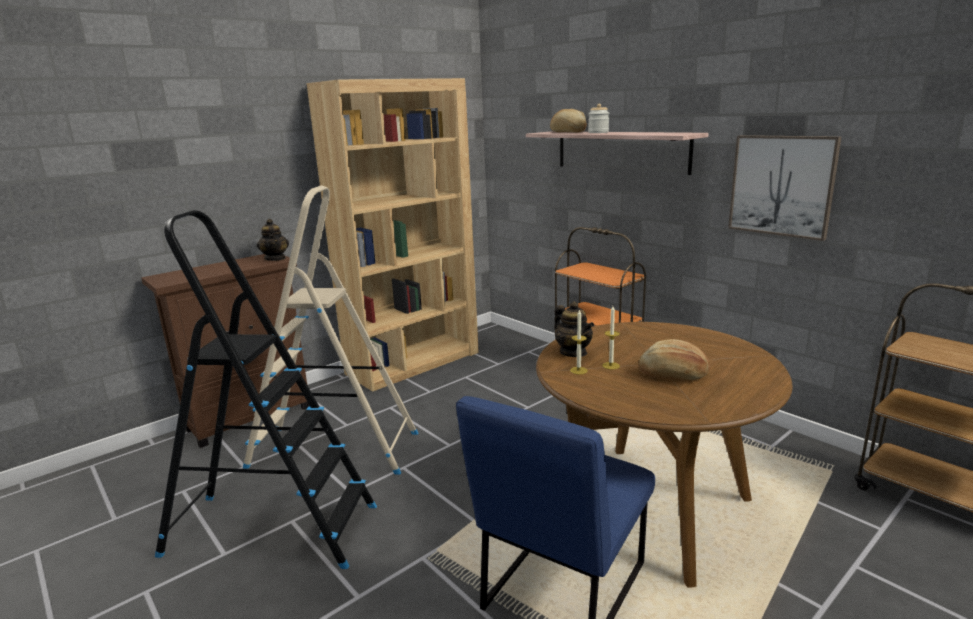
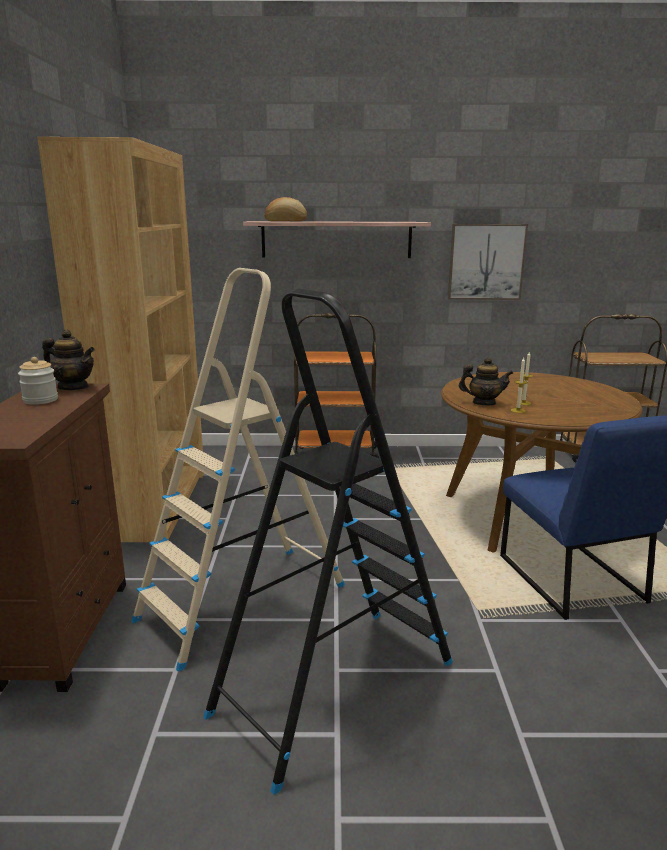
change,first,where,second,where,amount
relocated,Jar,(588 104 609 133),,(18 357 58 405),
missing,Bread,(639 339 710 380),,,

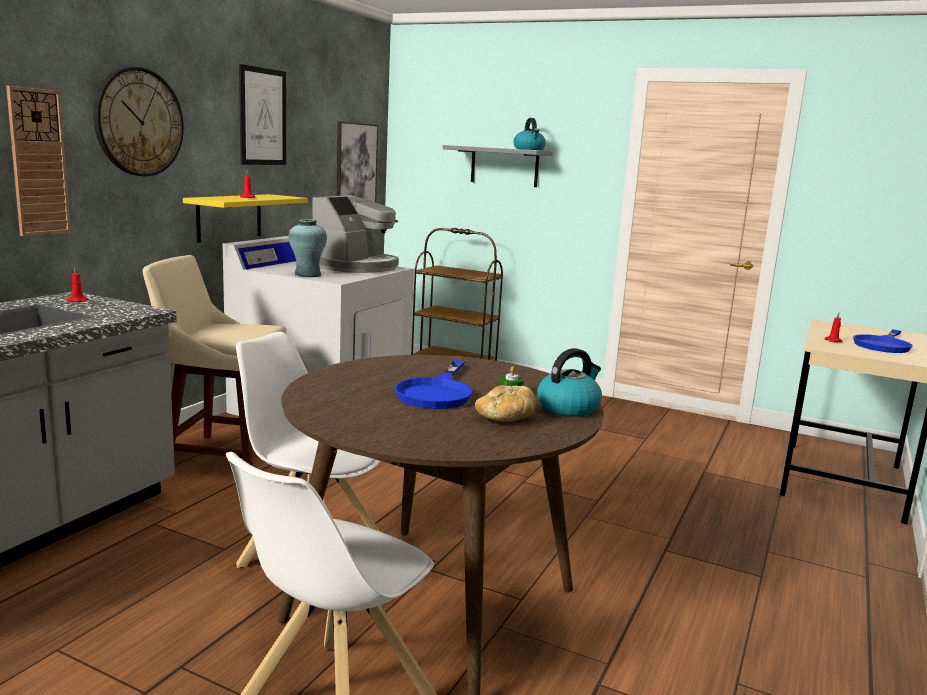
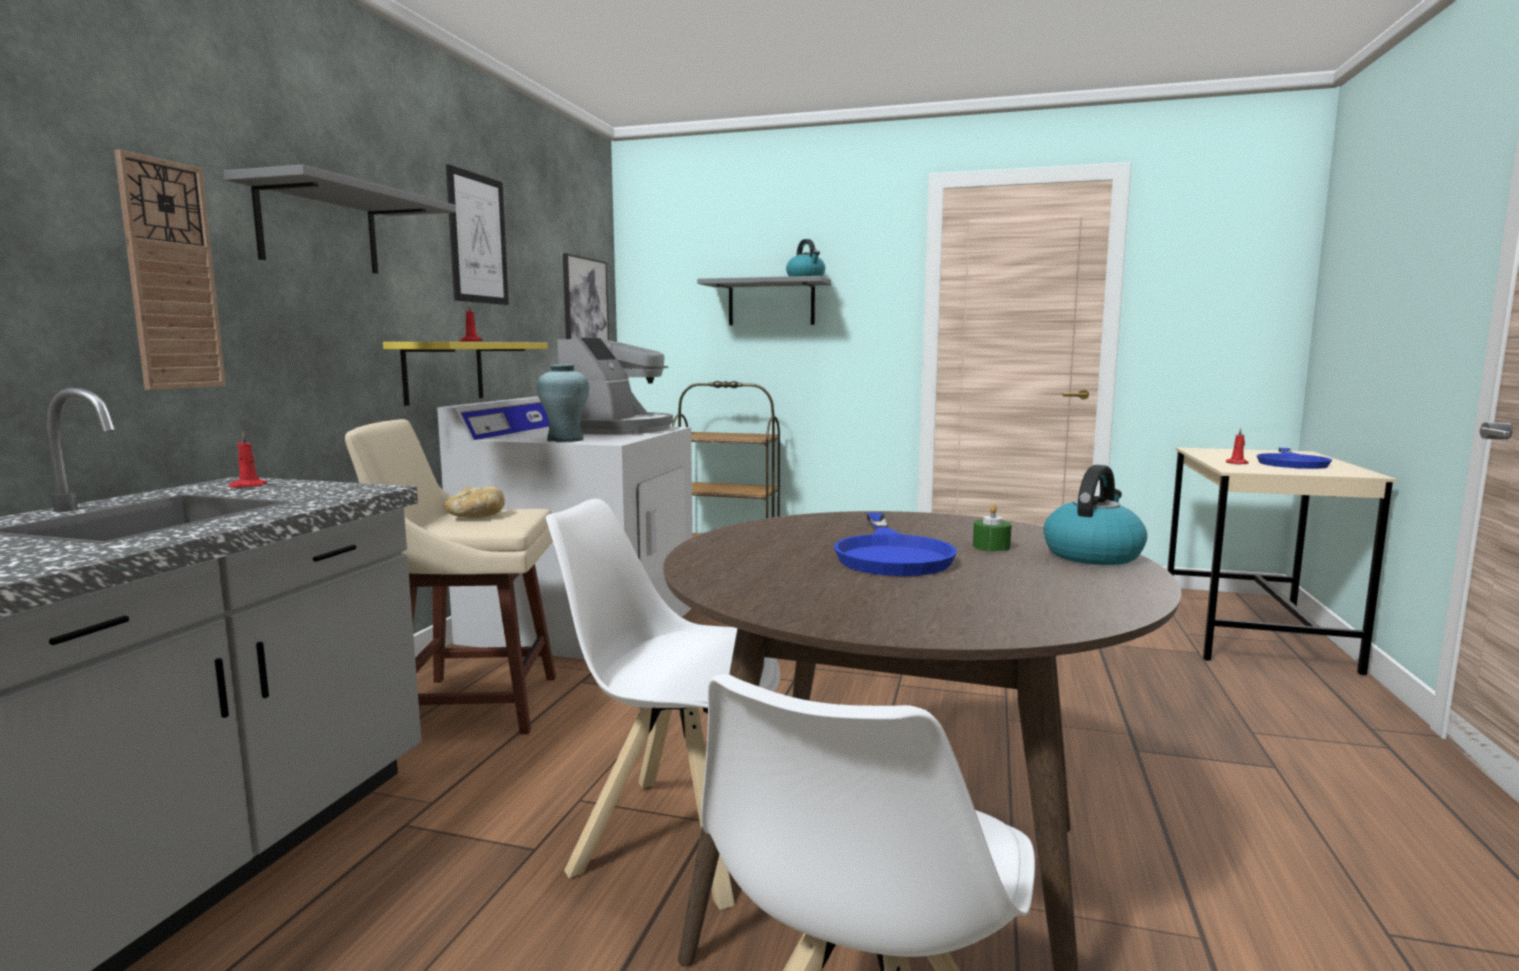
change,first,where,second,where,amount
exchanged,WallClock,(93 67 184 176),GreyShelf,(223 165 456 274),
relocated,Bread,(475 385 536 422),,(445 486 505 518),

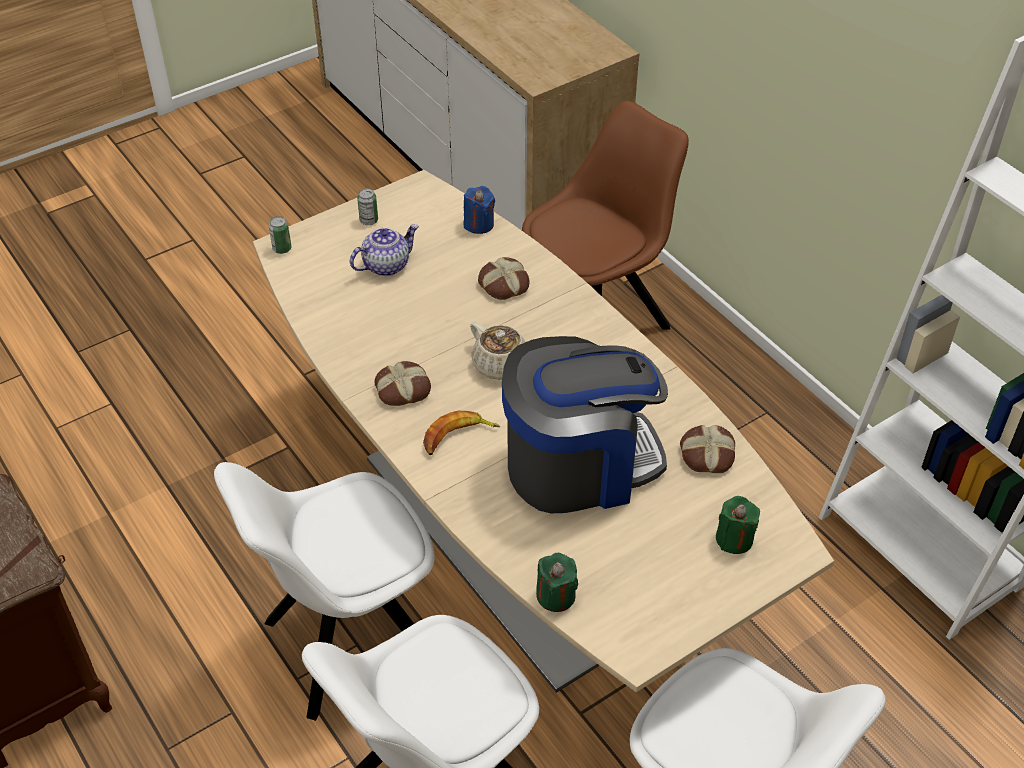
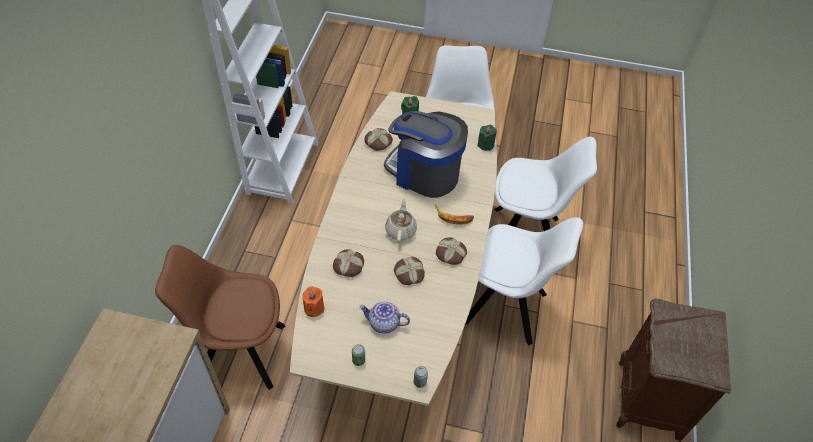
change,first,where,second,where,amount
colour,BlueCandle,(463 186 495 234),OrangeCandle,(302 287 324 317),
appeared,,,Bread,(394 257 425 285),

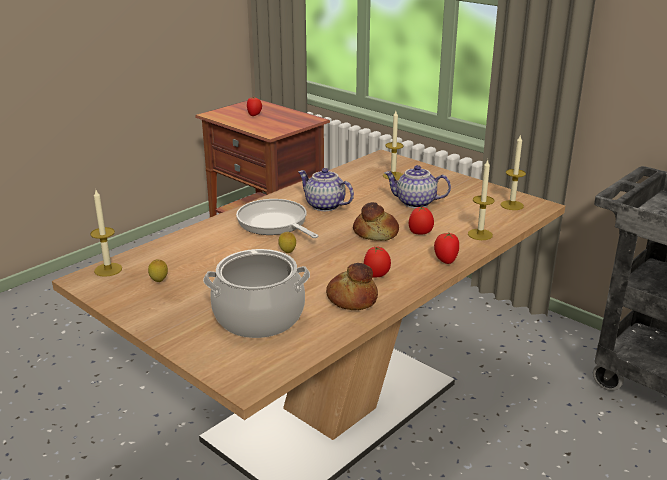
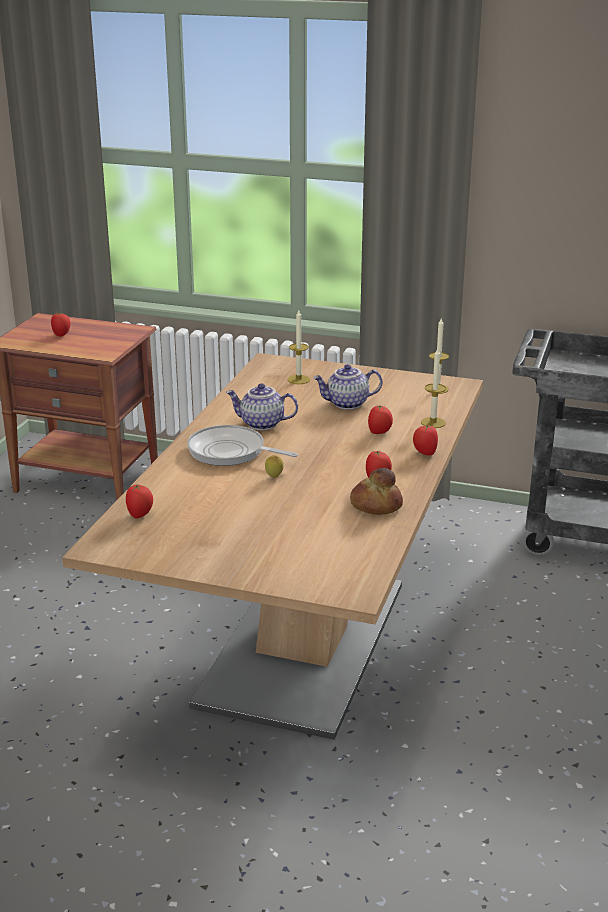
change,first,where,second,where,amount
missing,Candle,(90 190 122 277),,,
missing,Lemon,(148 259 168 282),,,
missing,CookingPot,(203 249 310 338),,,
missing,Bread,(353 202 399 241),,,
appeared,,,Tomato,(126 484 153 518),

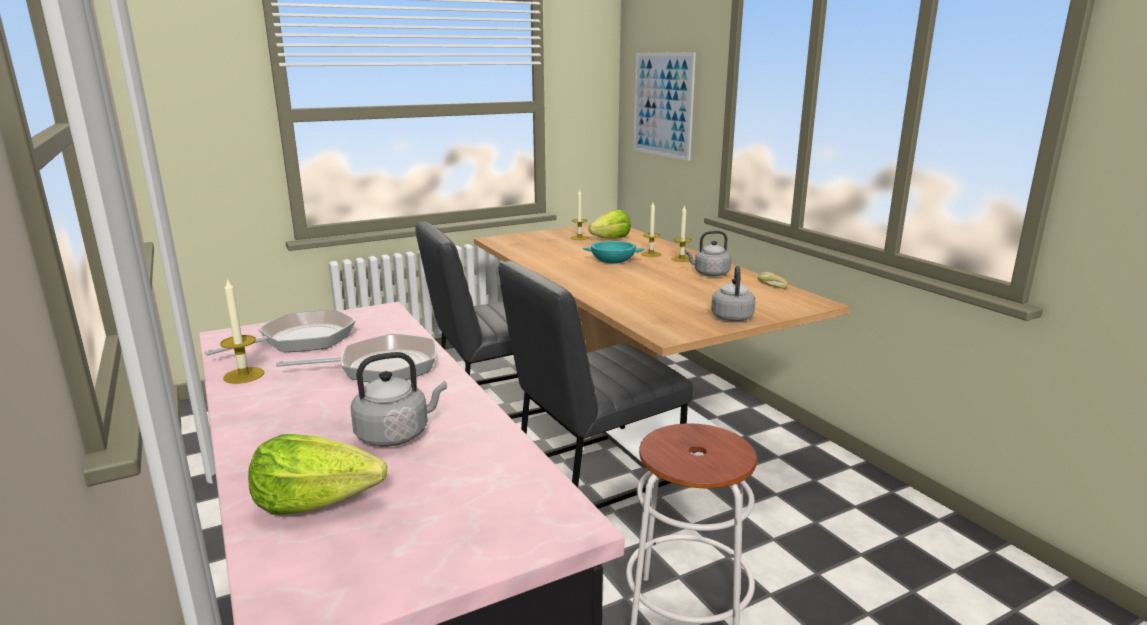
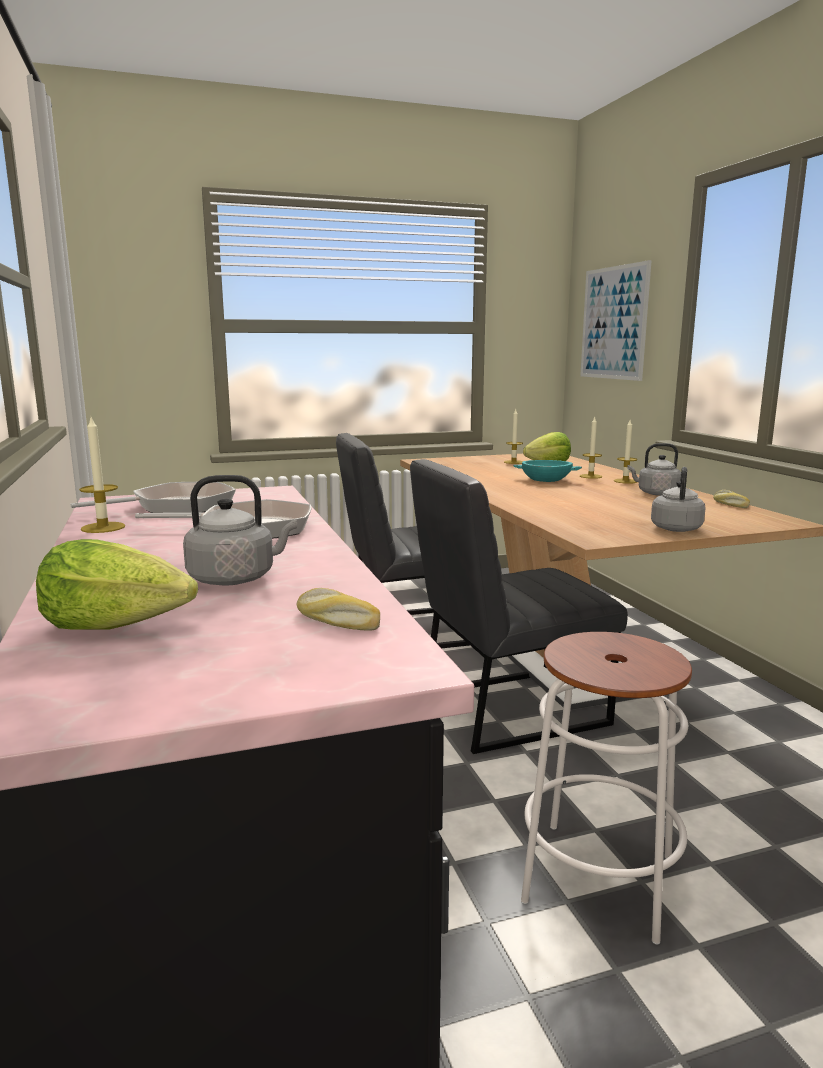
change,first,where,second,where,amount
appeared,,,Bread,(297 588 380 631),

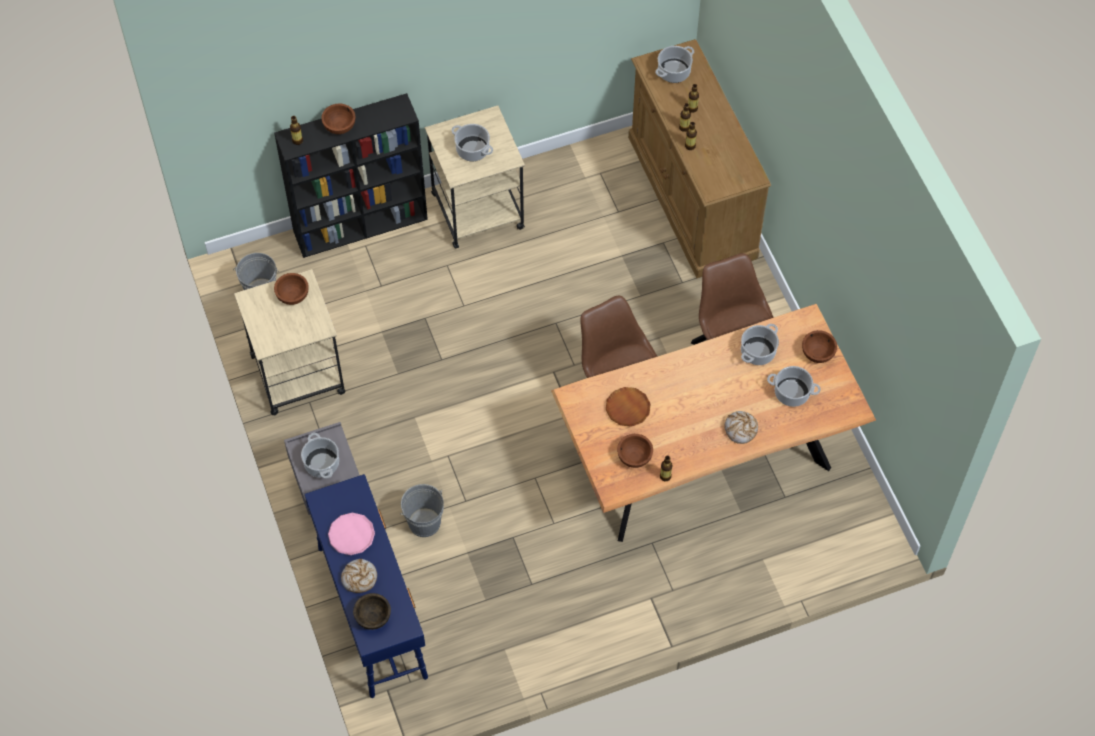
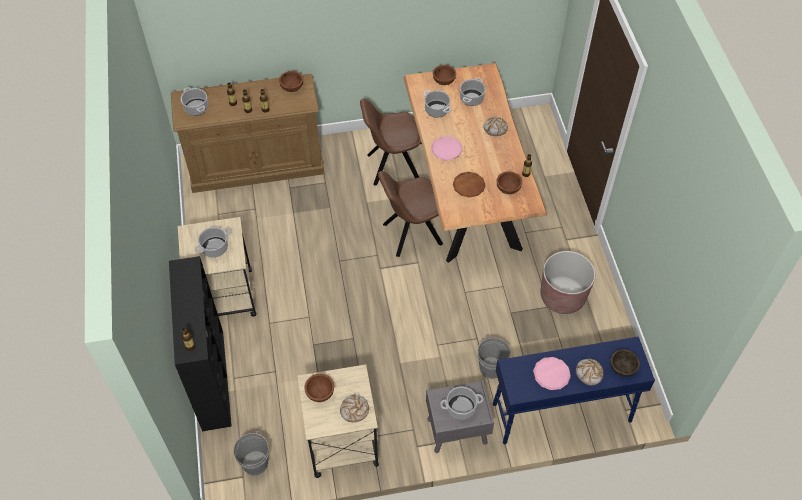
change,first,where,second,where,amount
relocated,BrownBowl,(321 104 356 134),,(279 71 303 92),
appeared,,,Bread,(340 394 369 422),
appeared,,,PinkPlate,(431 136 463 160),
appeared,,,BrownPlanter,(541 251 595 314),

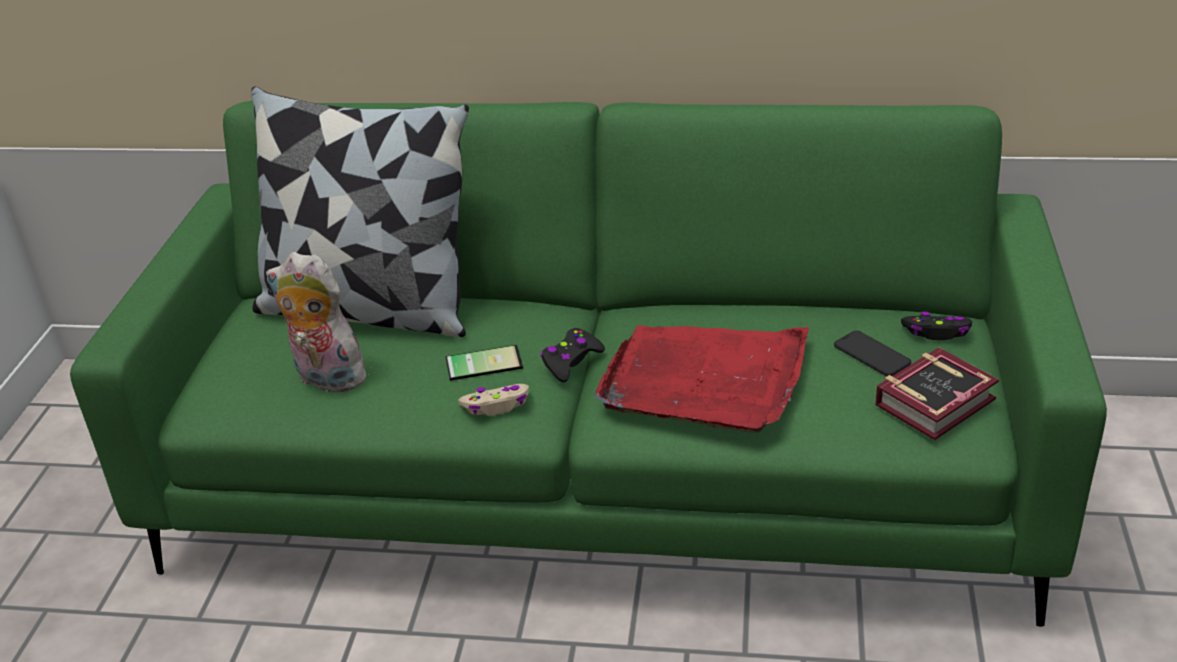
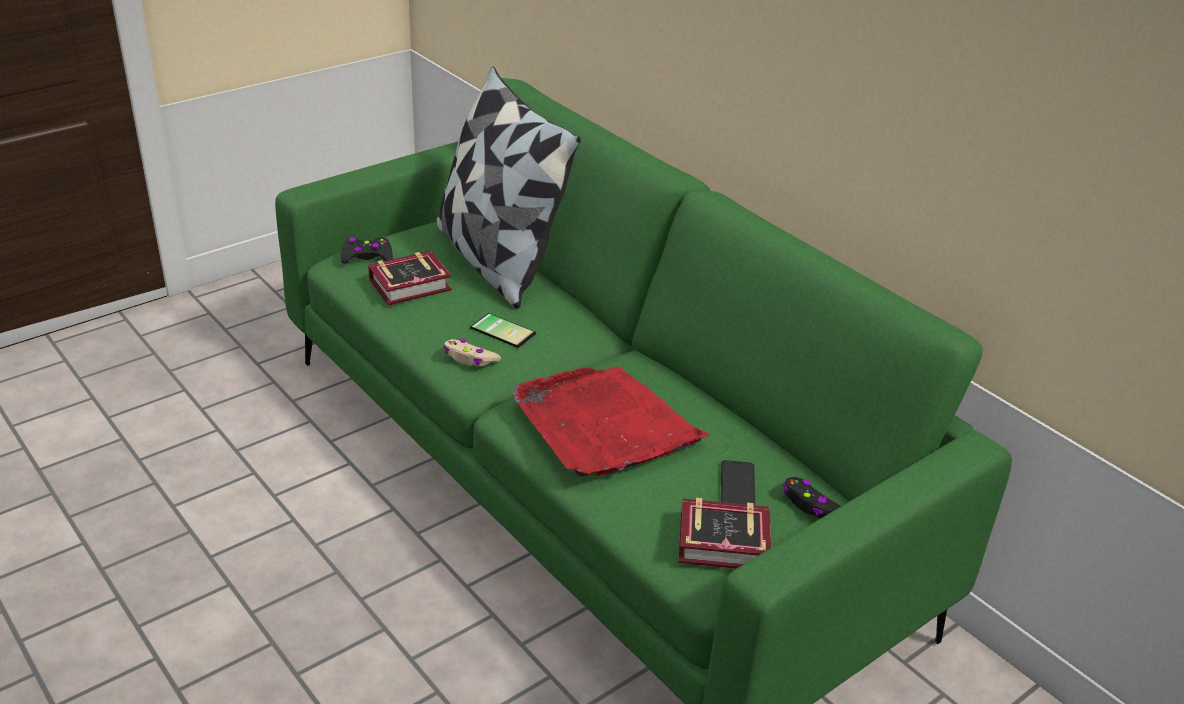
change,first,where,second,where,amount
exchanged,PlushToy,(266 252 375 392),Book,(368 251 452 305),
relocated,BlackGameController,(540 328 605 382),,(341 237 393 264),

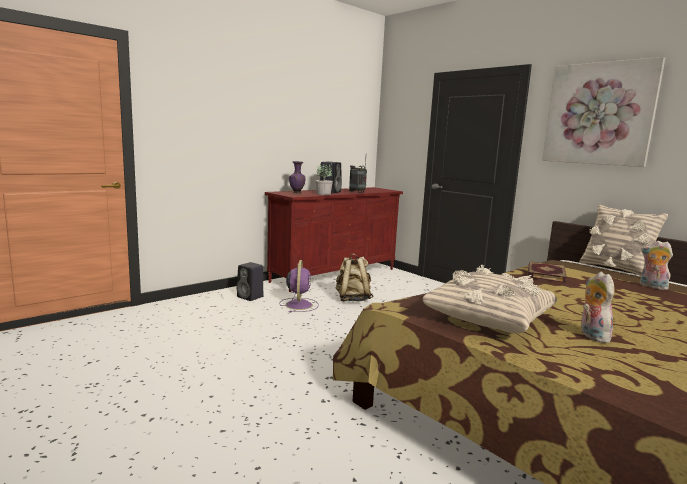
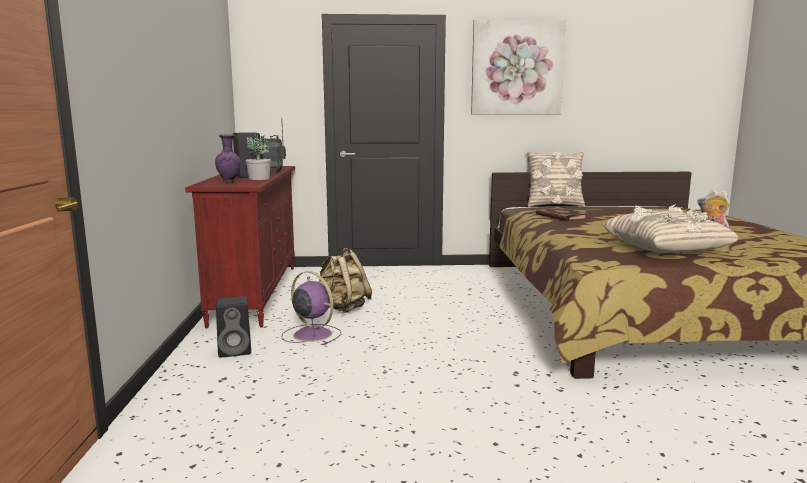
change,first,where,second,where,amount
missing,PlushToy,(640 241 673 290),,,

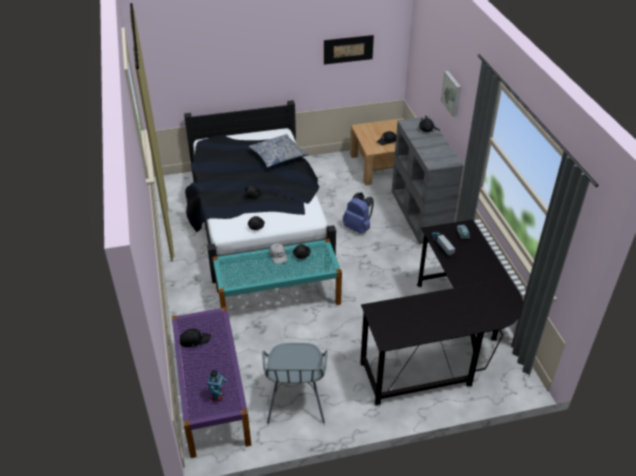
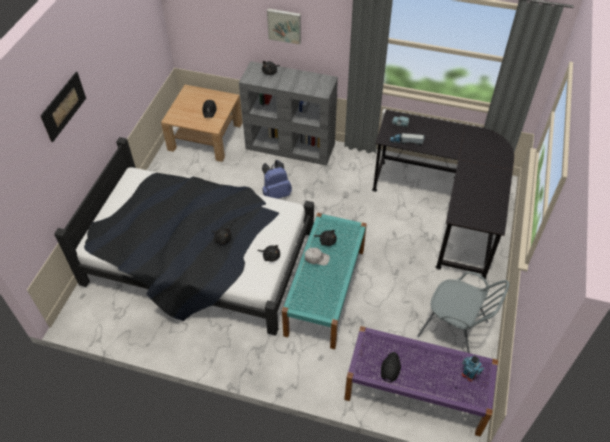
change,first,where,second,where,amount
missing,Pillow,(248 134 308 168),,,
relocated,Picture,(324 35 374 65),,(40 72 86 142),

